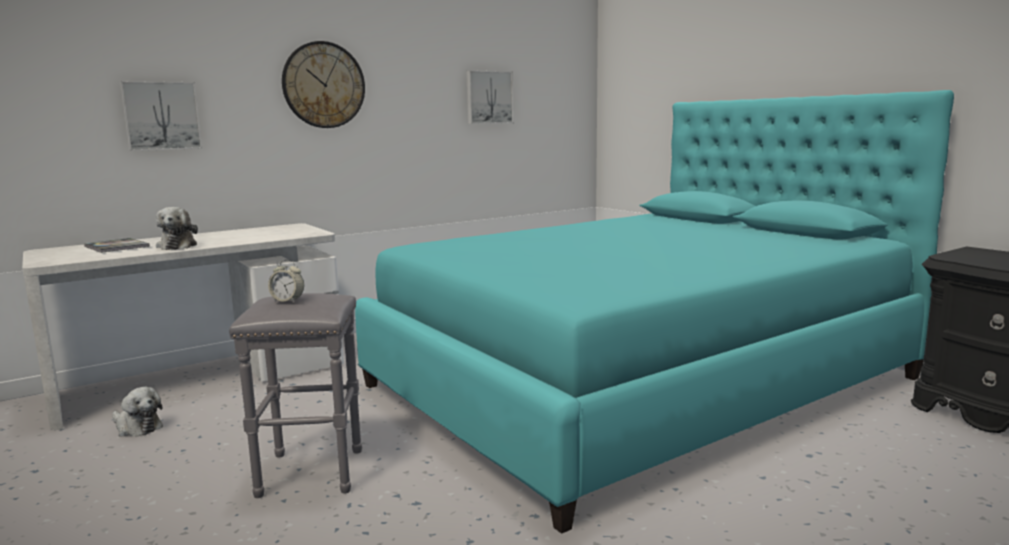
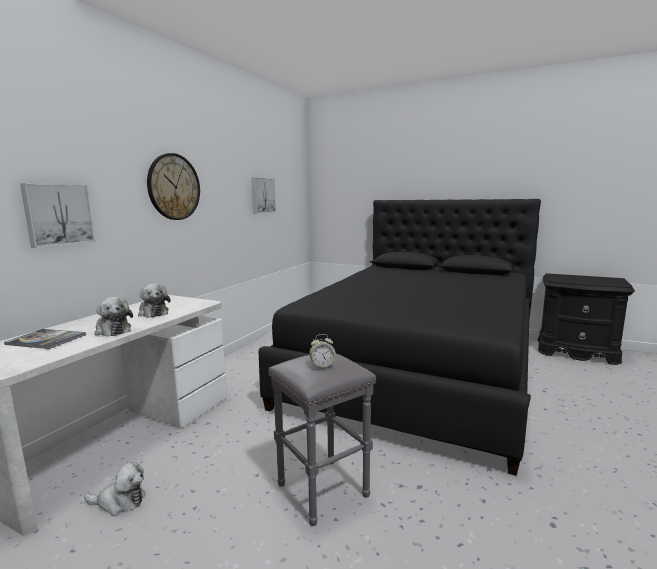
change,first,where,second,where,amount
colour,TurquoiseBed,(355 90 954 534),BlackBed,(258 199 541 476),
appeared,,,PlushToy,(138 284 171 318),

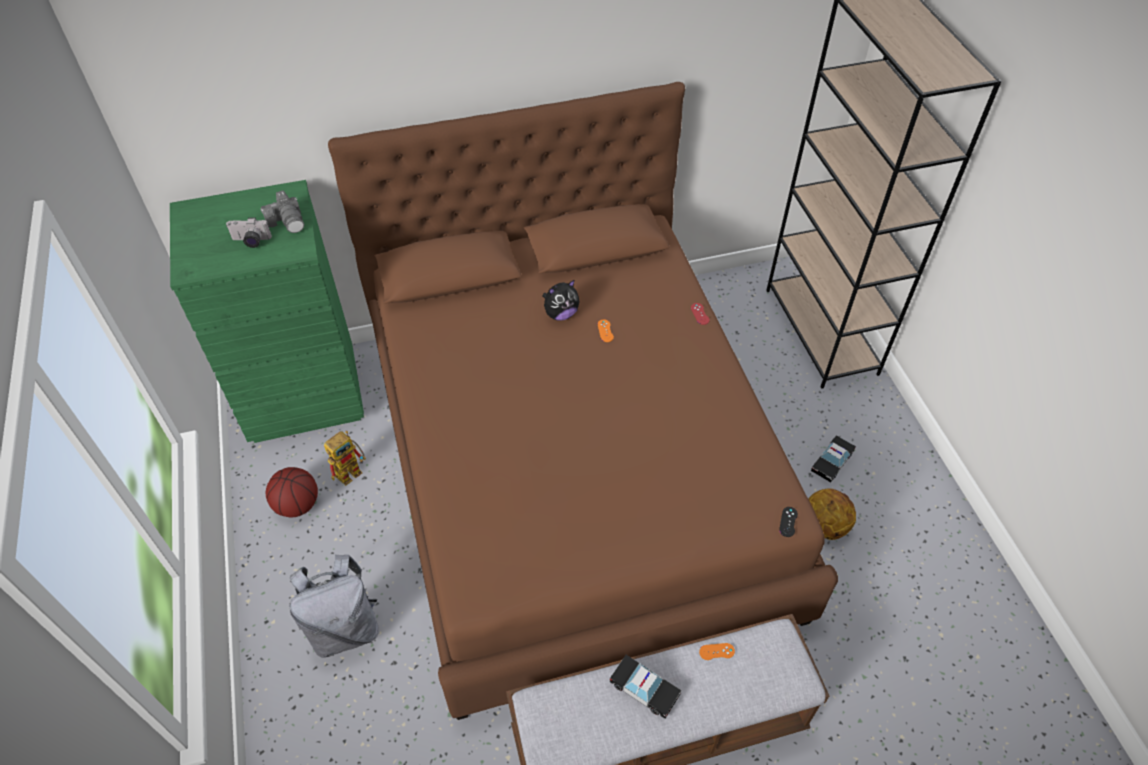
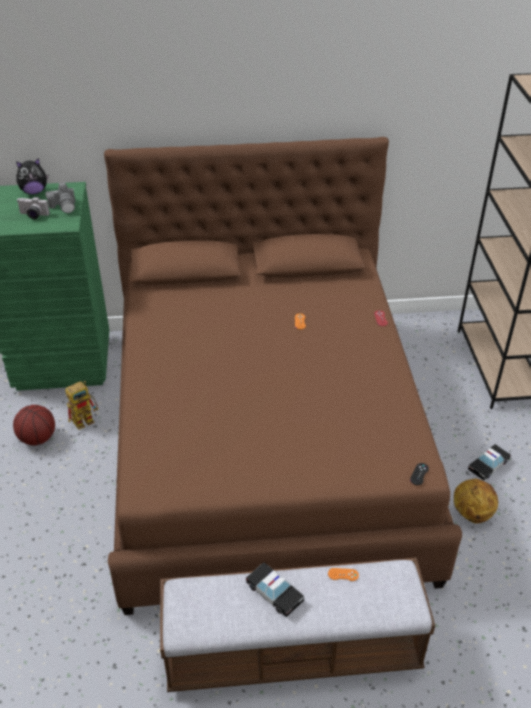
change,first,where,second,where,amount
missing,GreyBackpack,(289 555 379 658),,,
relocated,PlushToy,(542 280 580 321),,(16 158 48 194),

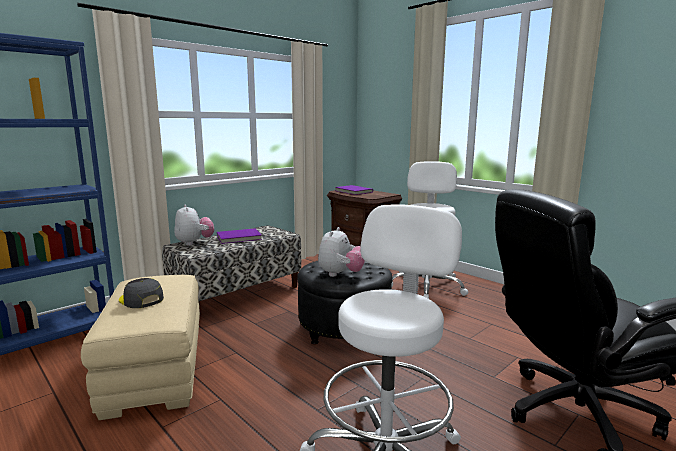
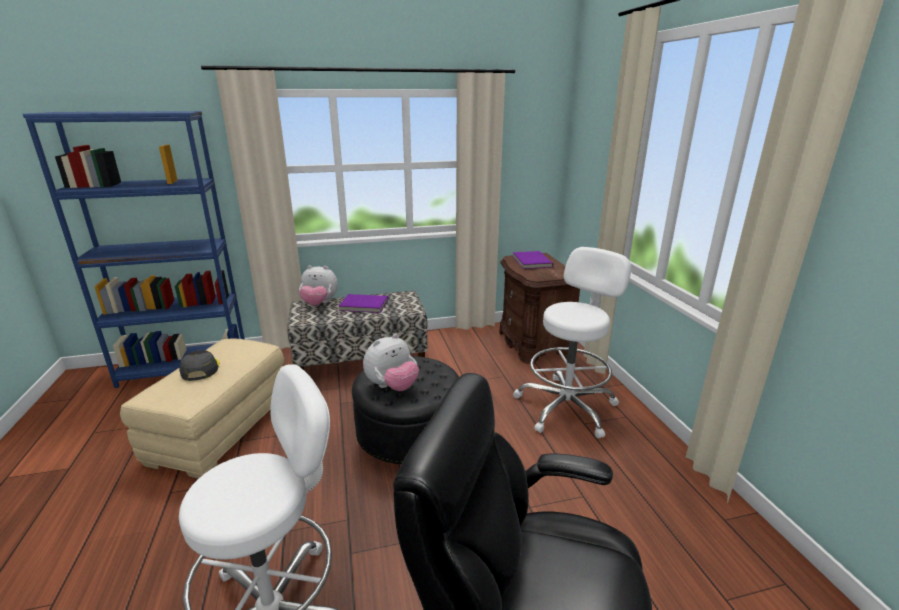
change,first,where,second,where,amount
spun,PlushToy,(174 204 214 245),,(299 265 338 306),90 degrees clockwise

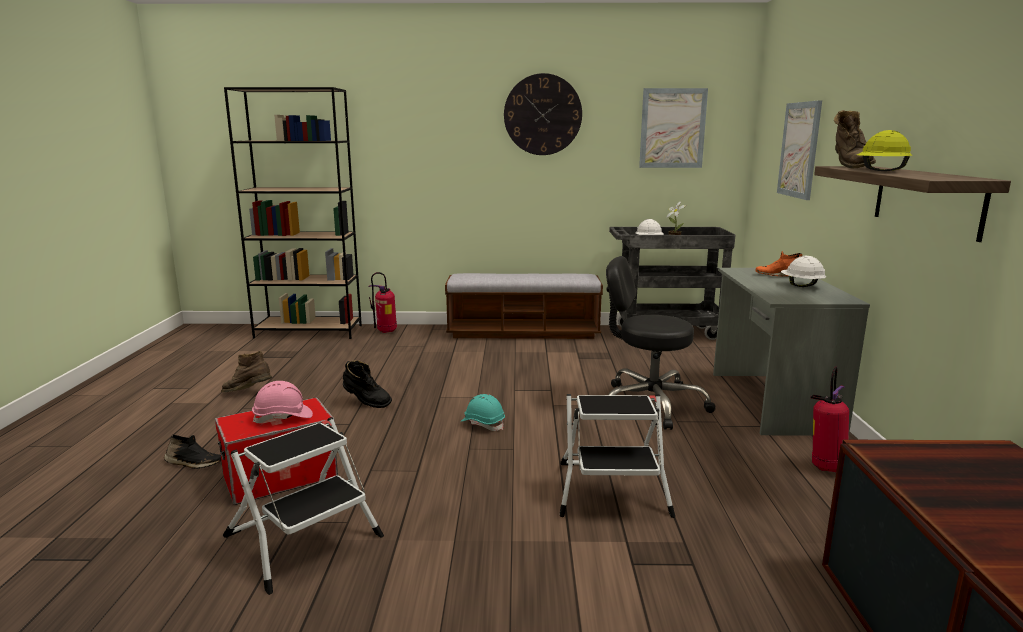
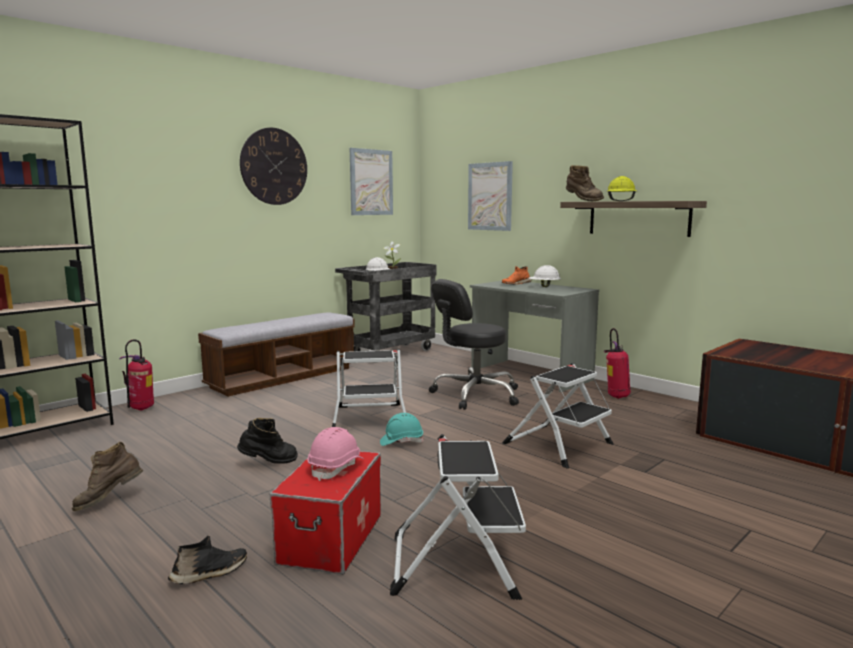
change,first,where,second,where,amount
appeared,,,StepLadder,(332 349 406 427),

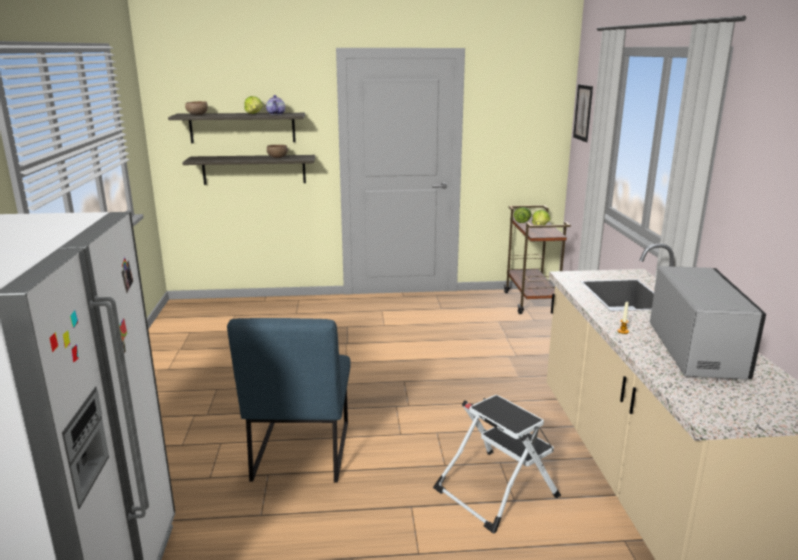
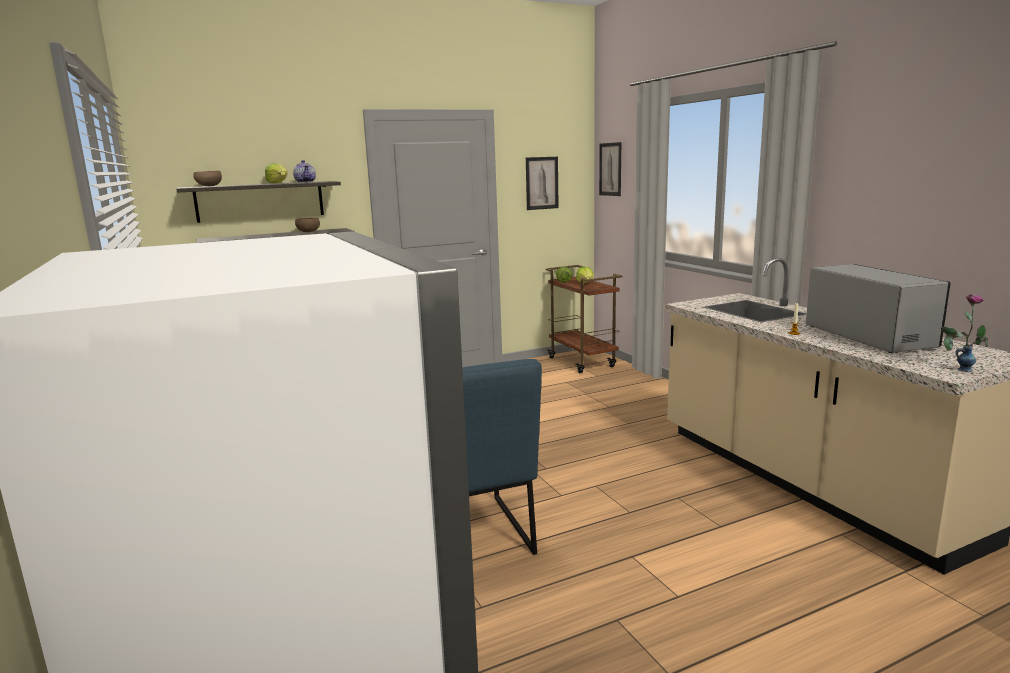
change,first,where,second,where,amount
missing,StepLadder,(433 395 561 534),,,
appeared,,,Picture,(526 157 559 210),
appeared,,,Vase,(941 294 988 372),

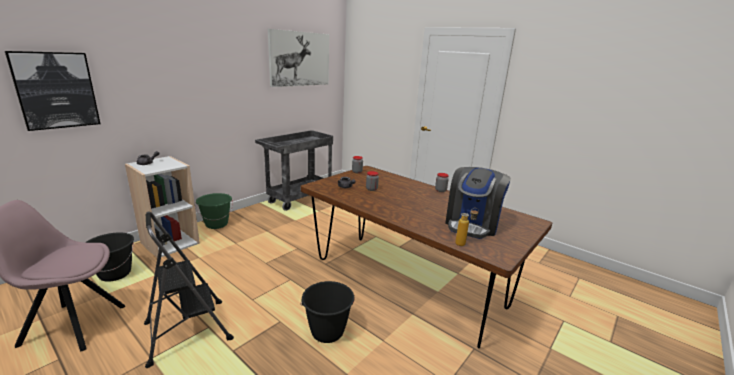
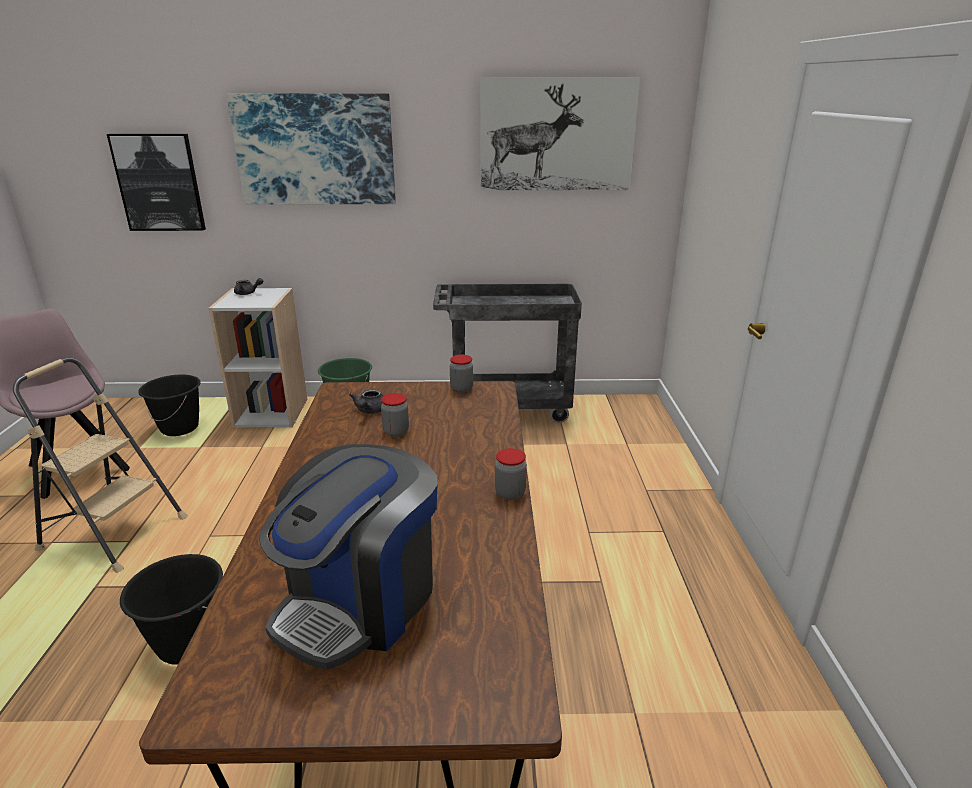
change,first,where,second,where,amount
colour,BlackStepLadder,(144 212 234 368),BeigeStepLadder,(13 358 188 573),
spun,CoffeeMachine,(445 167 511 239),,(259 444 438 670),45 degrees counterclockwise
missing,Bottle,(455 208 479 246),,,
appeared,,,Picture,(227 93 396 205),

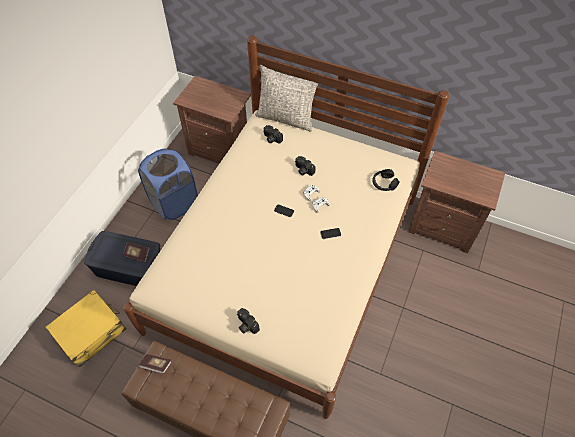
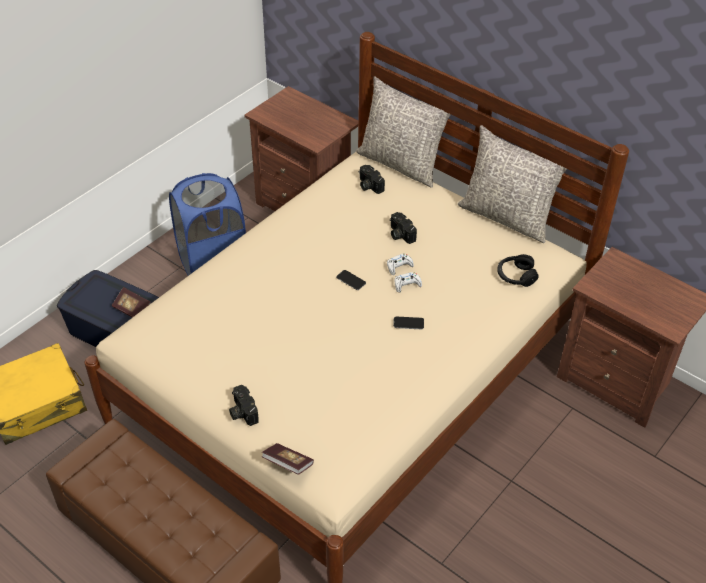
change,first,where,second,where,amount
relocated,Book,(139 354 172 374),,(262 443 314 475),
appeared,,,GreyPillow,(458 125 567 243),

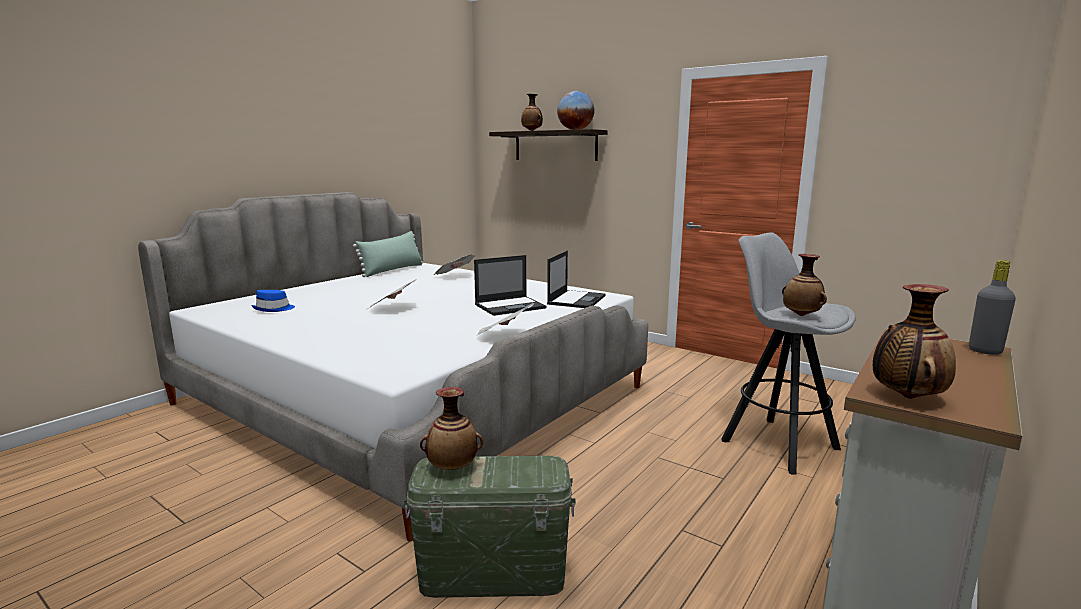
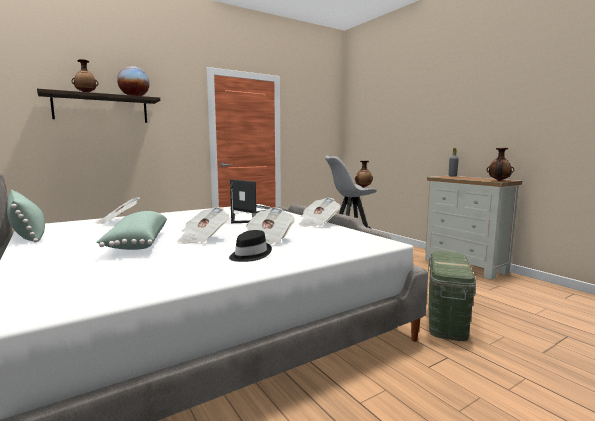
change,first,where,second,where,amount
missing,BlueHat,(251 290 295 312),,,
missing,Vase,(420 387 483 470),,,
appeared,,,GreenPillow,(96 211 167 250),
appeared,,,BlackHat,(229 230 272 262),
appeared,,,Newspaper,(246 207 295 245),

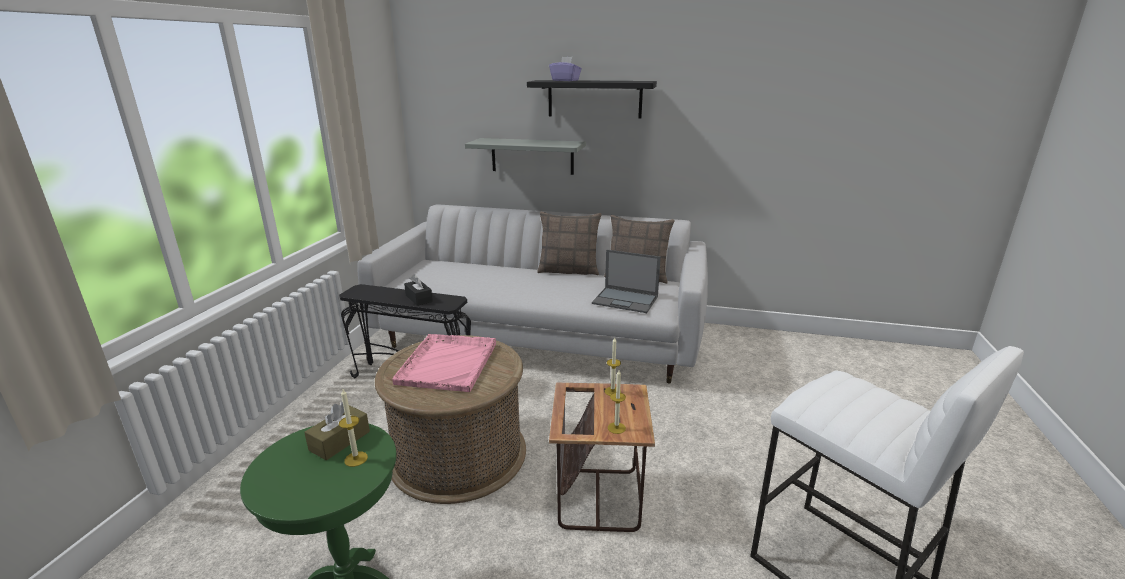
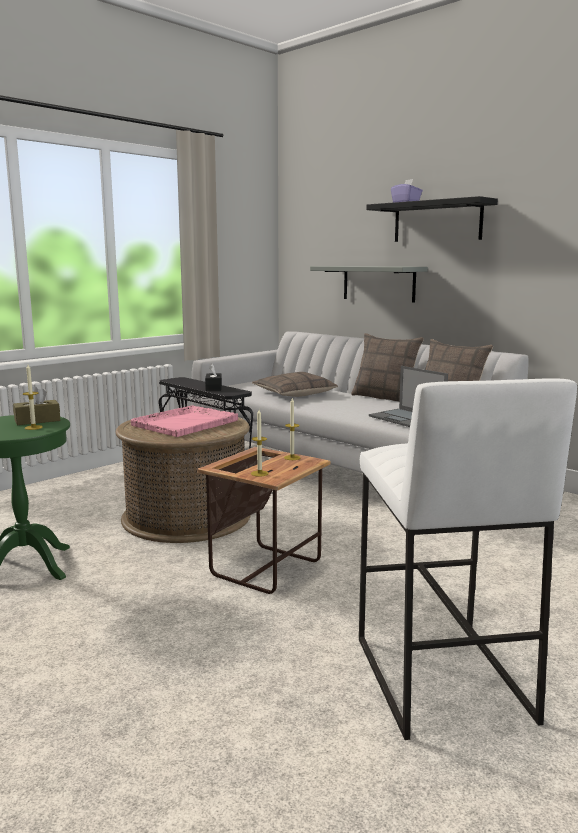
change,first,where,second,where,amount
appeared,,,Pillow,(252 372 338 397),

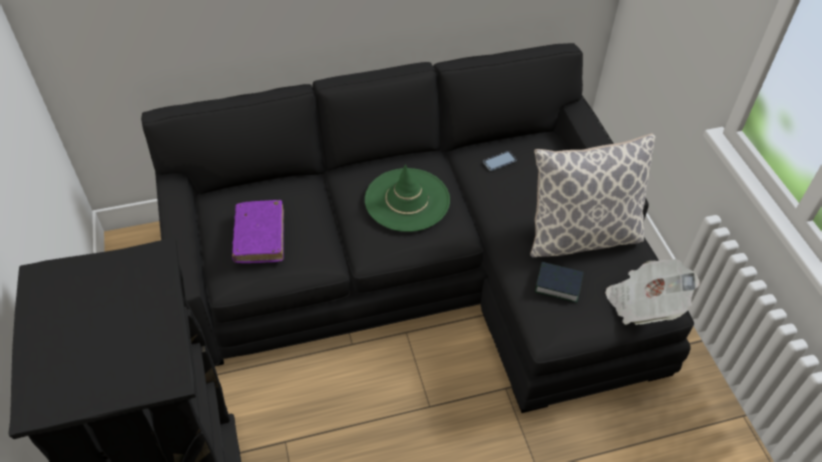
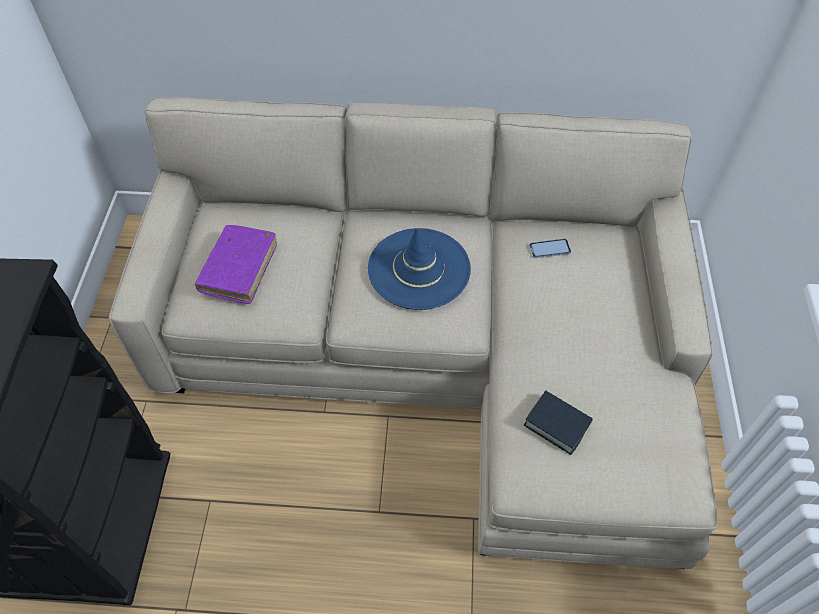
change,first,where,second,where,amount
colour,BlackSofa,(141 43 694 413),BeigeSofa,(109 97 717 569),
colour,GreenHat,(365 164 450 232),BlueHat,(368 228 471 310),
missing,Pillow,(530 133 655 258),,,
missing,Newspaper,(605 259 700 325),,,

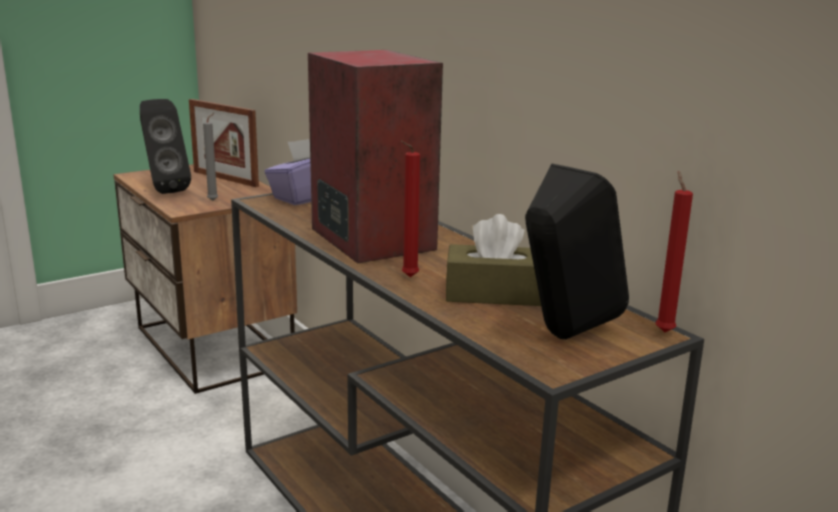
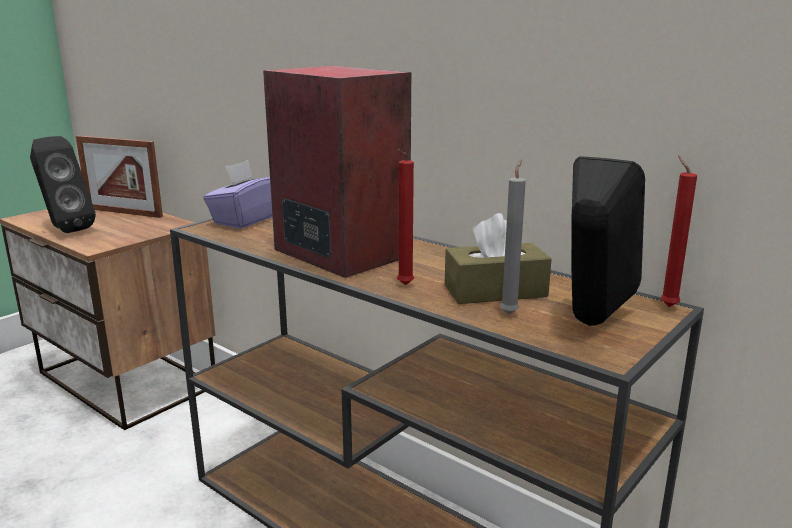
change,first,where,second,where,amount
relocated,GreyCandle,(203 113 218 201),,(500 160 526 315),

